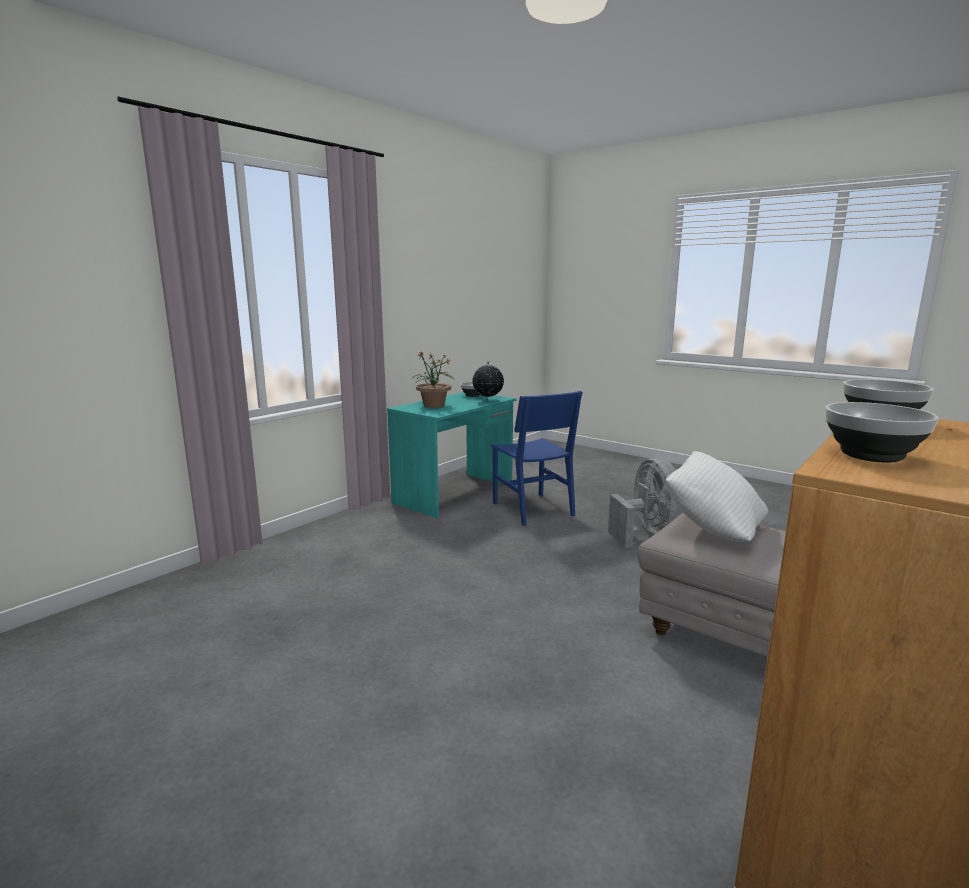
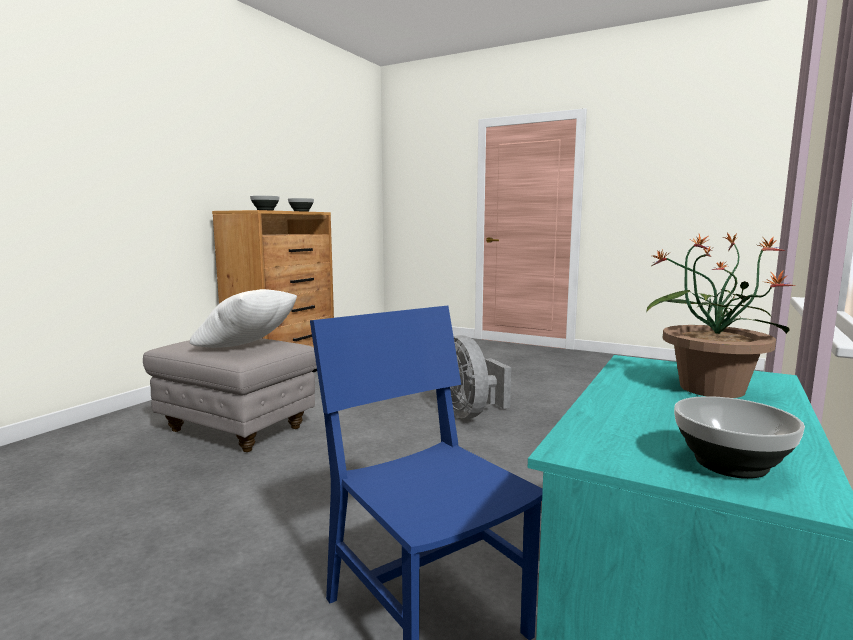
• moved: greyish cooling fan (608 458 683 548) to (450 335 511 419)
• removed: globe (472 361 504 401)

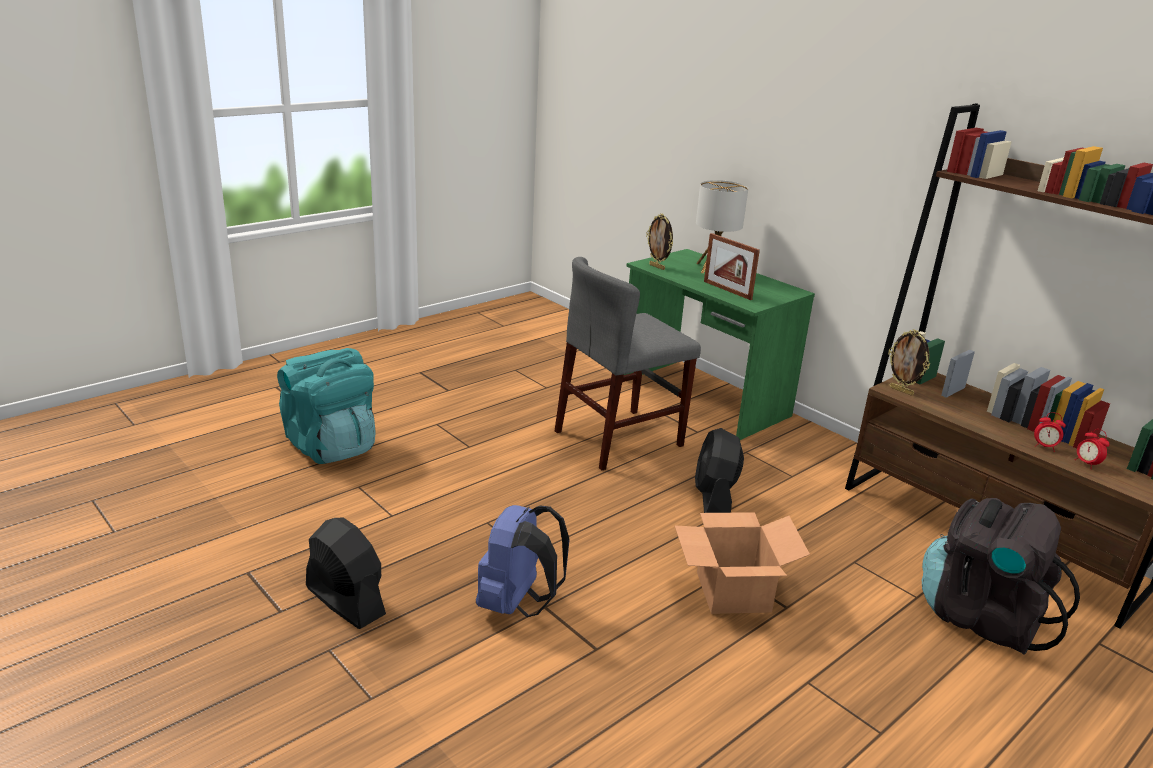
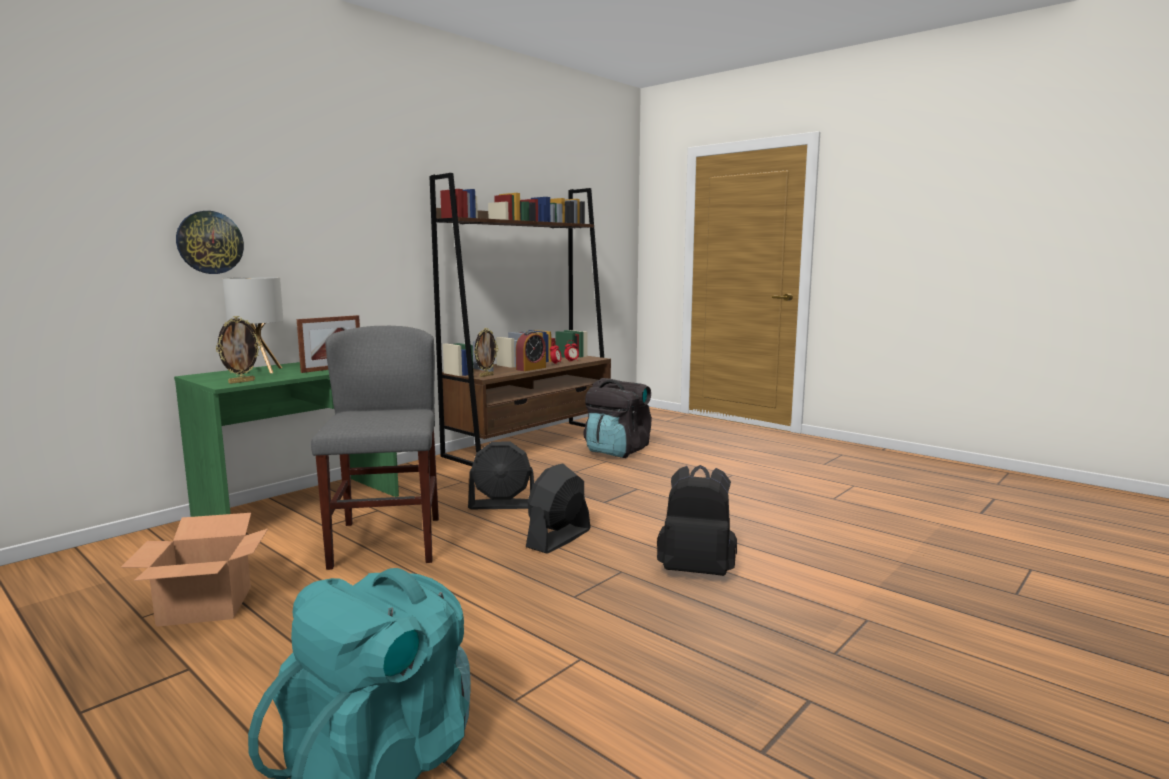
• moved: cardboard box (675 512 810 614) to (121 513 268 627)
• added: wall clock (176 211 244 274)
• turned: greyish chair (555 257 701 471) = (311 326 439 570) 150 degrees counterclockwise
• added: table clock (516 331 546 371)
• moved: black-coloured cooling fan (306 517 386 629) to (526 463 590 554)
• recoloured: blue rucksack (476 505 570 617) to black-coloured rucksack (657 465 737 576)

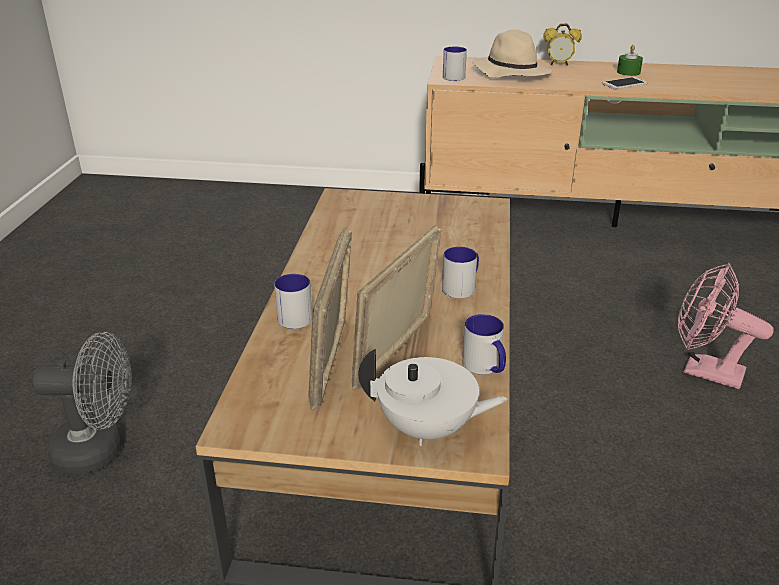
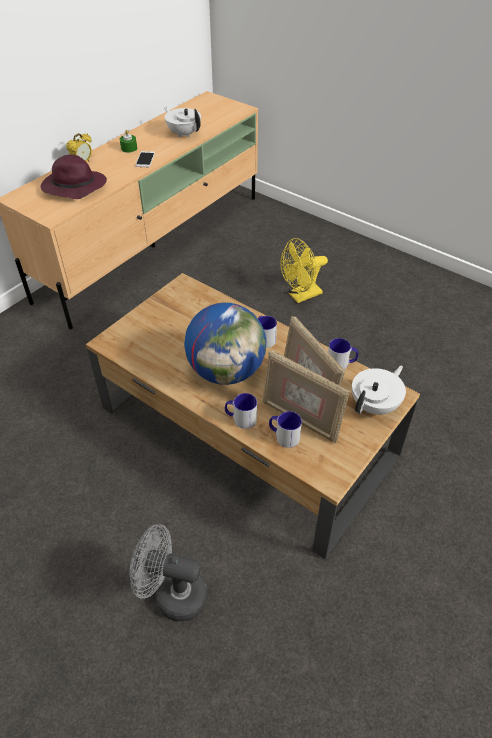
• recoloured: sand-coloured clothing hat (472 29 552 78) to purplish clothing hat (40 154 107 199)
• turned: greyish cooling fan (32 332 132 474) = (130 524 208 622) 105 degrees counterclockwise
• added: whitish teapot (164 107 201 137)
• added: globe (184 303 266 385)
• moved: mug (443 47 467 81) to (269 411 302 448)
• recoloured: pink cooling fan (678 263 774 389) to yellow cooling fan (280 238 328 303)

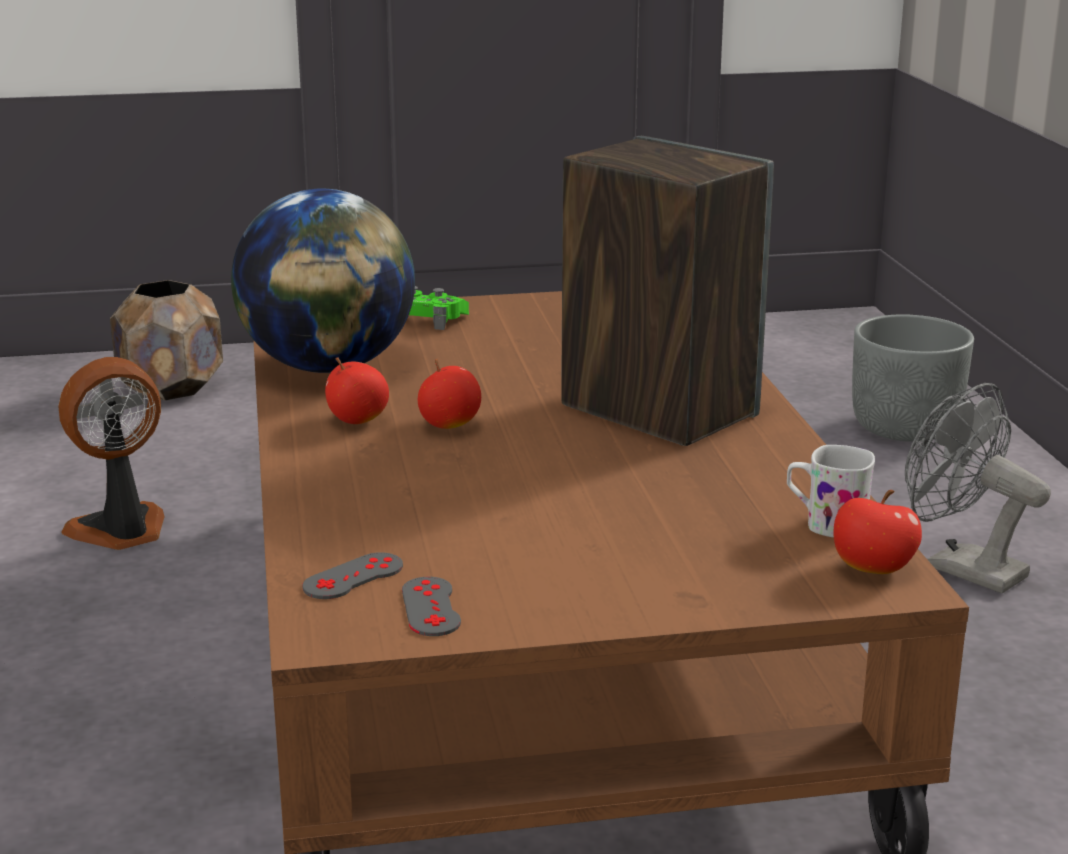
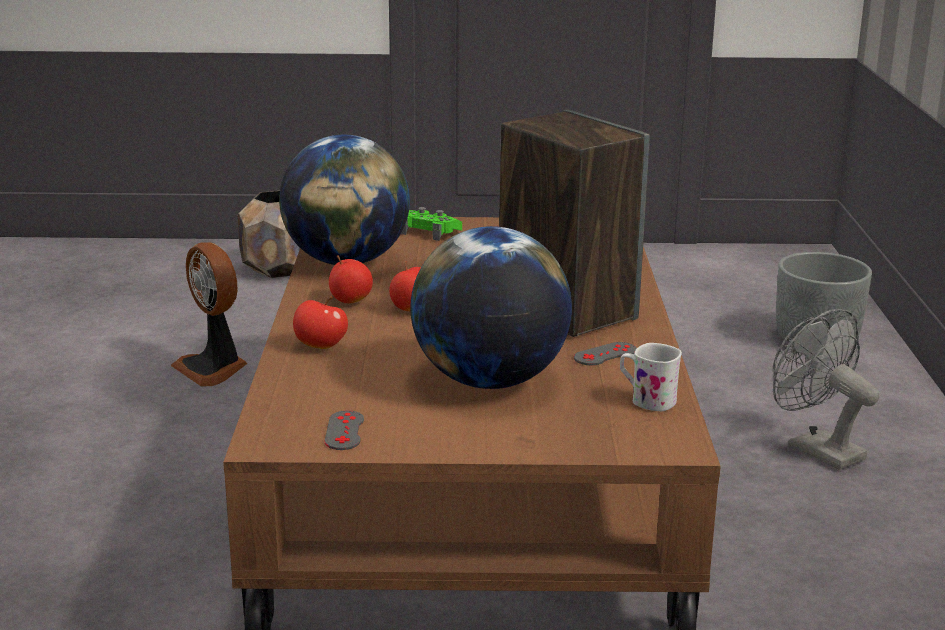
• turned: cooling fan (58 357 165 550) = (171 242 247 387) 105 degrees counterclockwise
• moved: apple (833 490 922 574) to (293 297 348 349)
• added: globe (410 226 572 389)
• moved: greyish gamepad (302 552 403 599) to (574 342 637 365)

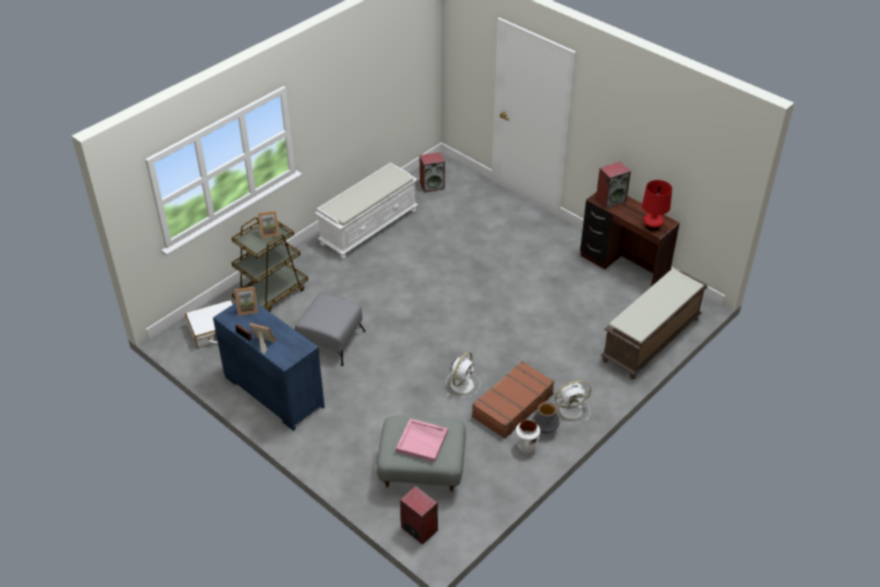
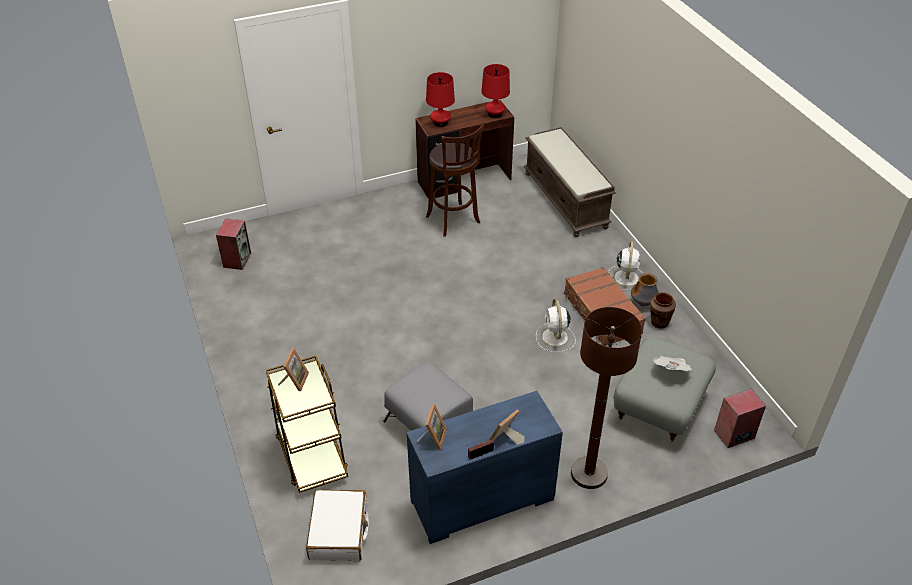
• replaced: speaker (596 161 631 209) to red lamp for a table (426 72 455 127)
• added: brownish stool (426 122 485 237)
• turned: whitish cooling fan (446 352 481 398) = (536 299 576 352) 150 degrees counterclockwise
• added: brownish standing lamp (571 307 642 489)
• recoloured: whitish flower vase (516 420 540 454) to brownish flower vase (650 292 676 329)
• replaced: pink serving tray (396 418 448 462) to daily paper (653 356 693 371)
• removed: whitish bench (315 163 418 259)

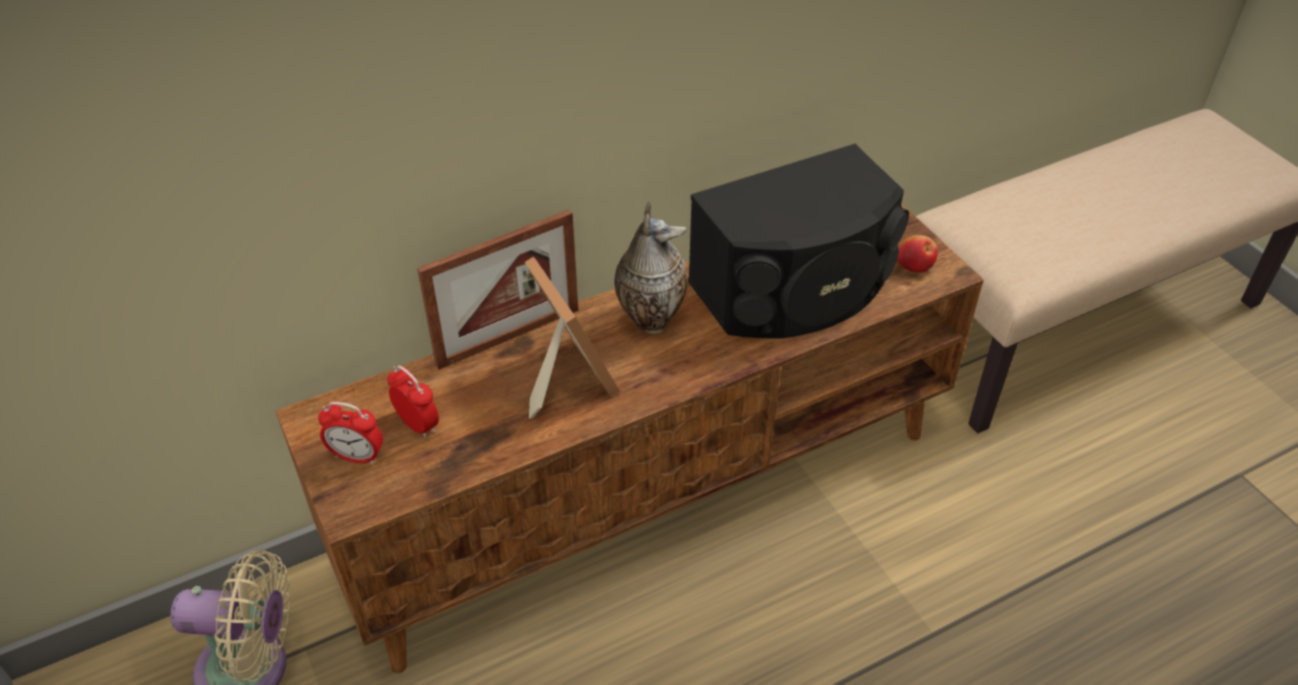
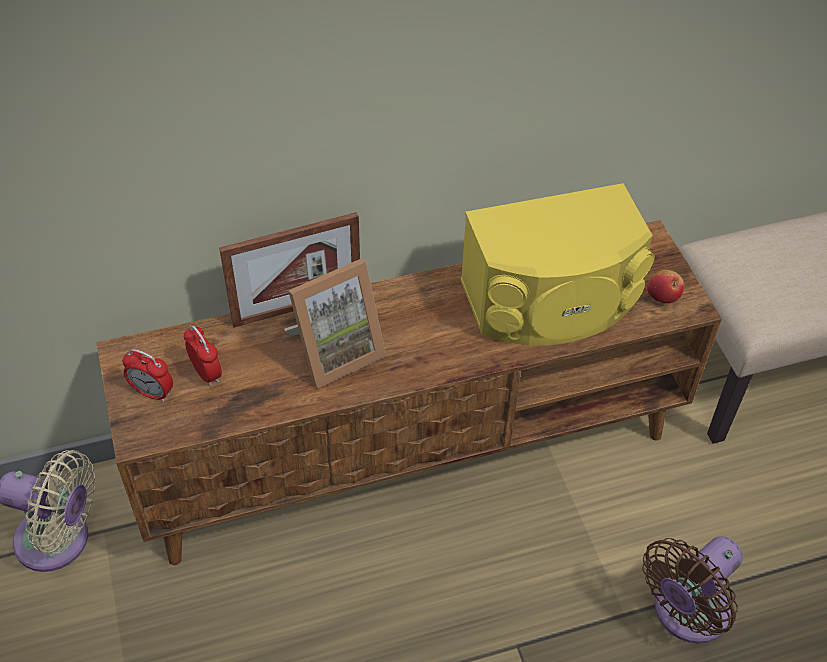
• turned: photo frame (525 256 620 419) = (284 258 386 389) 75 degrees clockwise
• recoloured: black-coloured speaker (688 144 909 338) to yellow speaker (461 183 655 346)
• added: brownish cooling fan (642 536 743 644)
• removed: flower vase (614 201 688 334)

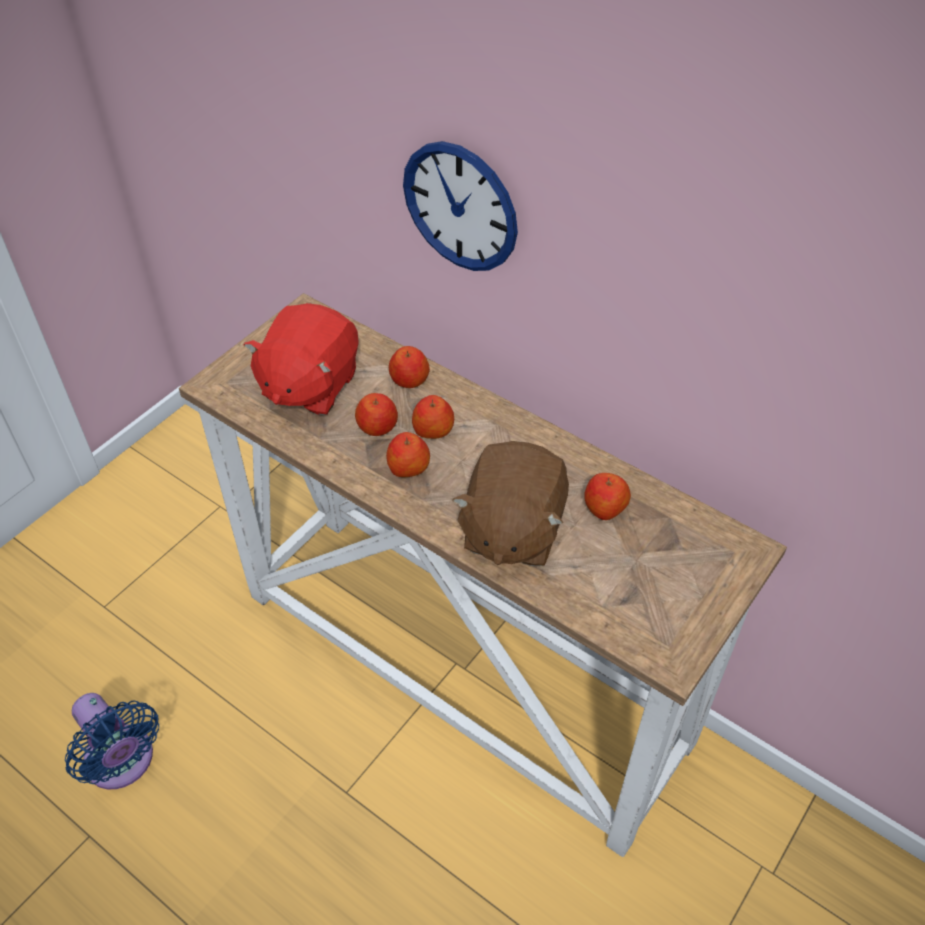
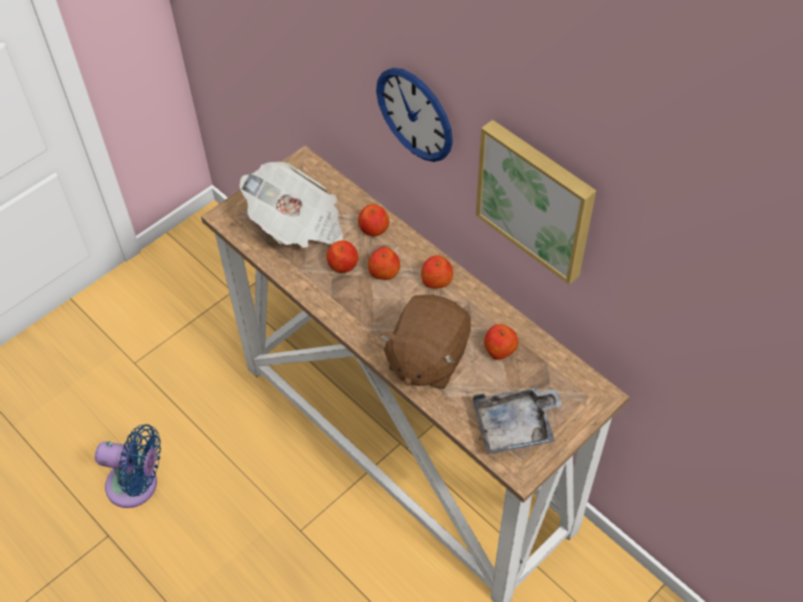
• turned: blue cooling fan (65 693 159 789) = (95 424 161 508) 45 degrees counterclockwise
• replaced: red soft toy (244 303 359 415) to daily paper (239 162 343 248)
• moved: apple (386 432 430 477) to (421 255 453 288)
• added: greyish serving tray (473 387 563 454)
• added: wall picture (476 120 596 285)

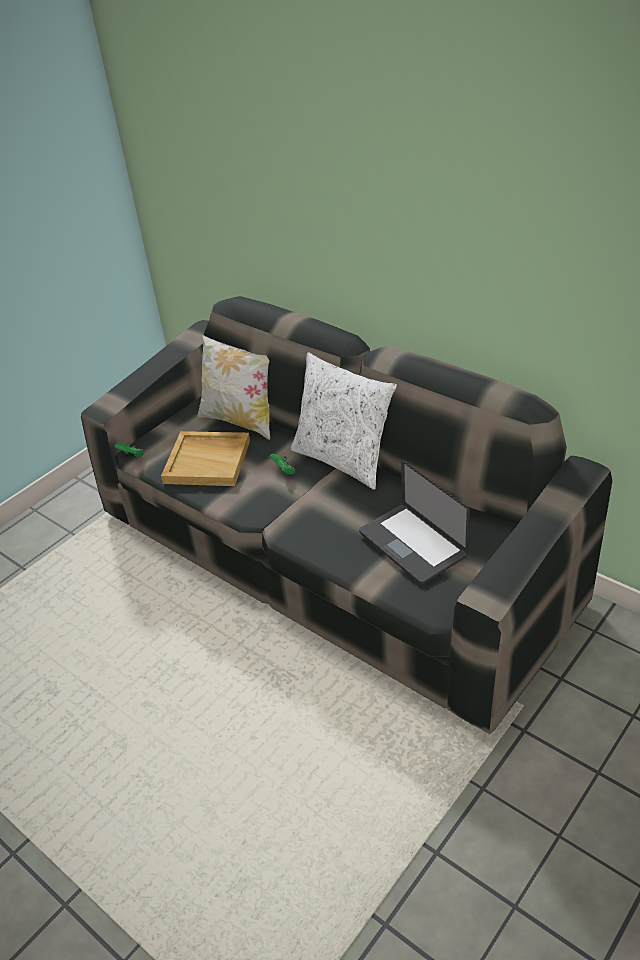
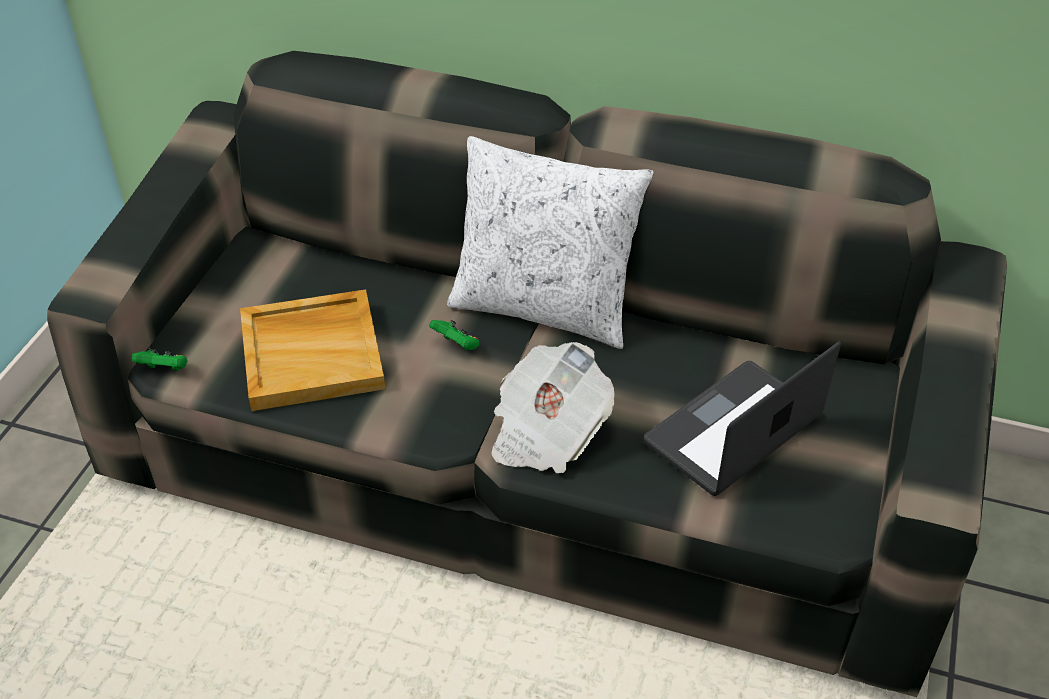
• added: daily paper (492 342 615 473)
• turned: portable computer (359 460 470 584) = (644 341 841 496) 105 degrees clockwise
• removed: cushion (198 335 270 440)

